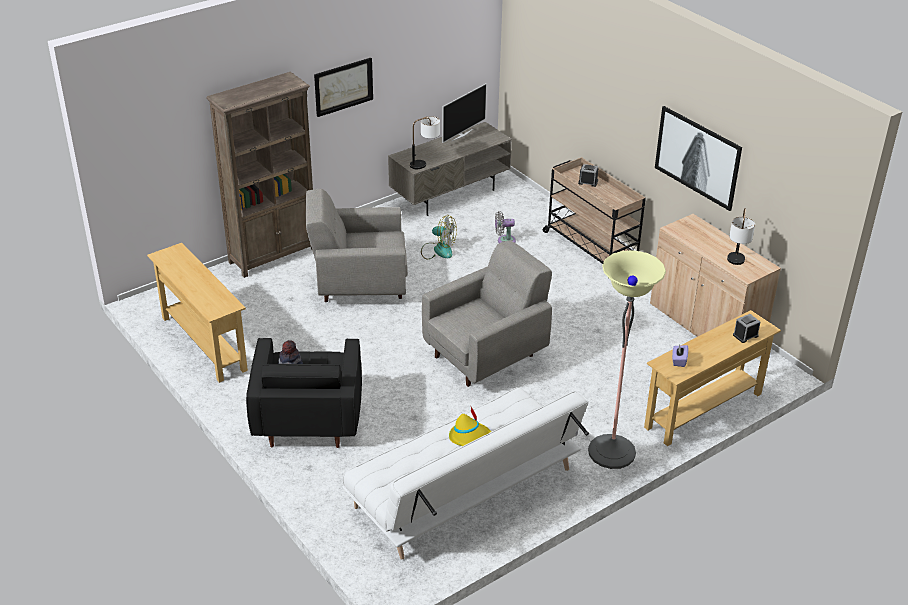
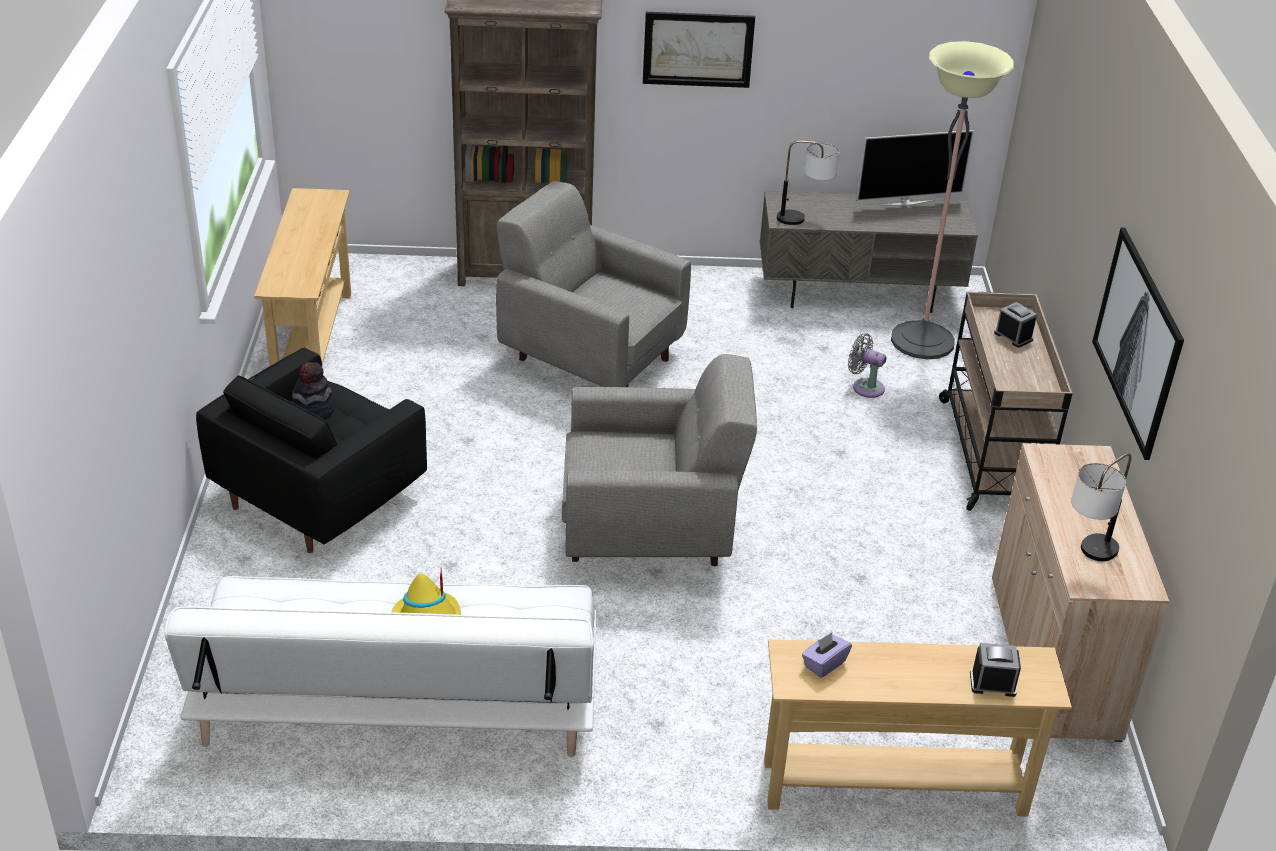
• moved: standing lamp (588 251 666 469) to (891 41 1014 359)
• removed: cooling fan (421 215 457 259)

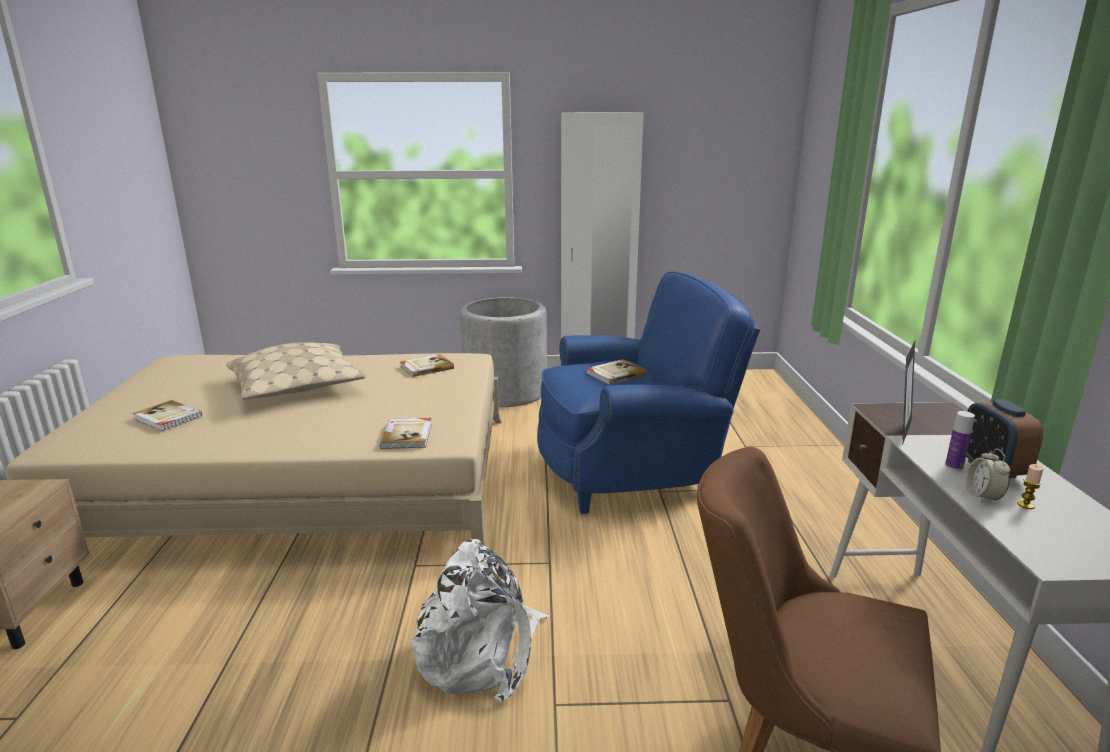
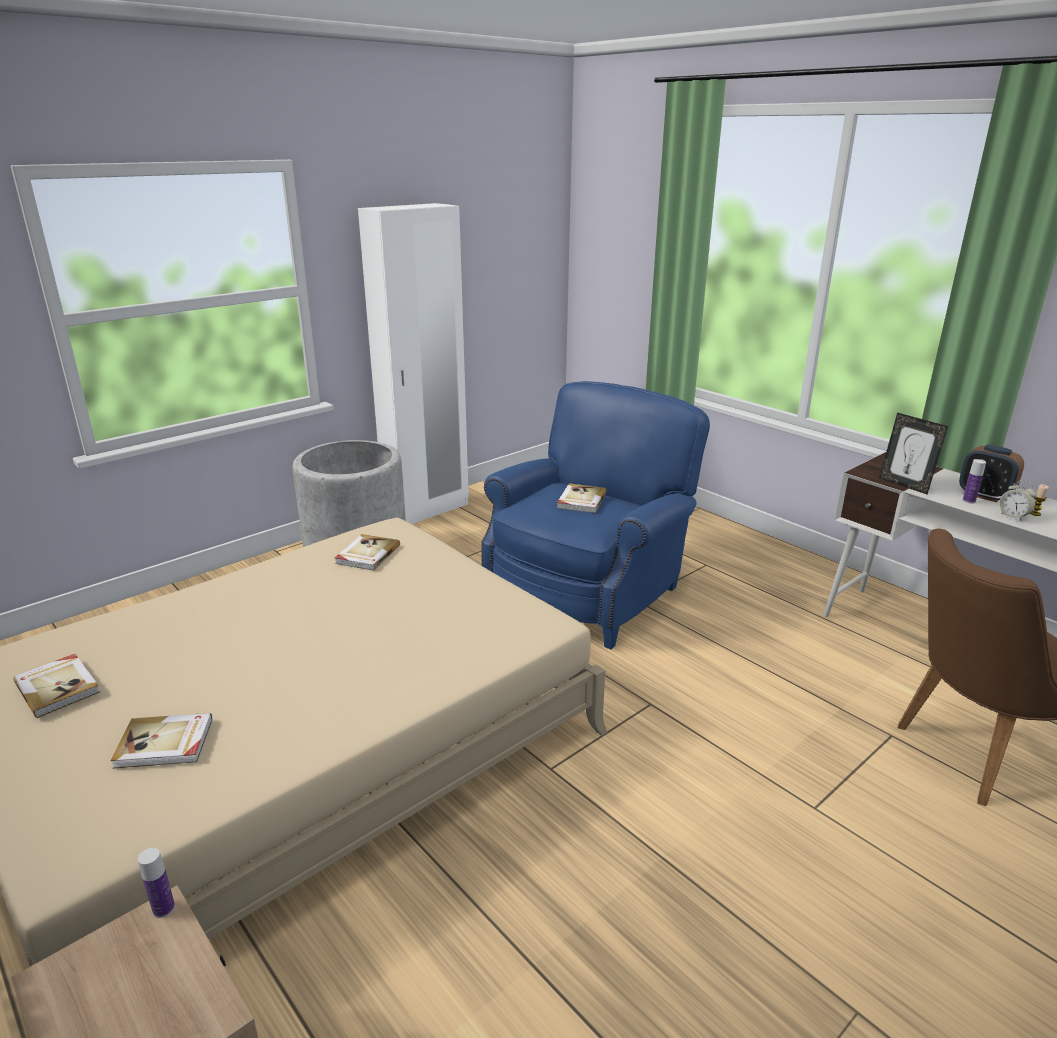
• moved: bound book (380 418 432 449) to (13 654 100 718)
• added: bottle (138 848 175 918)
• turned: photo frame (903 341 915 443) = (879 413 948 494) 150 degrees clockwise
• removed: sand-coloured cushion (226 342 366 400)
• removed: whitish rucksack (412 539 549 703)

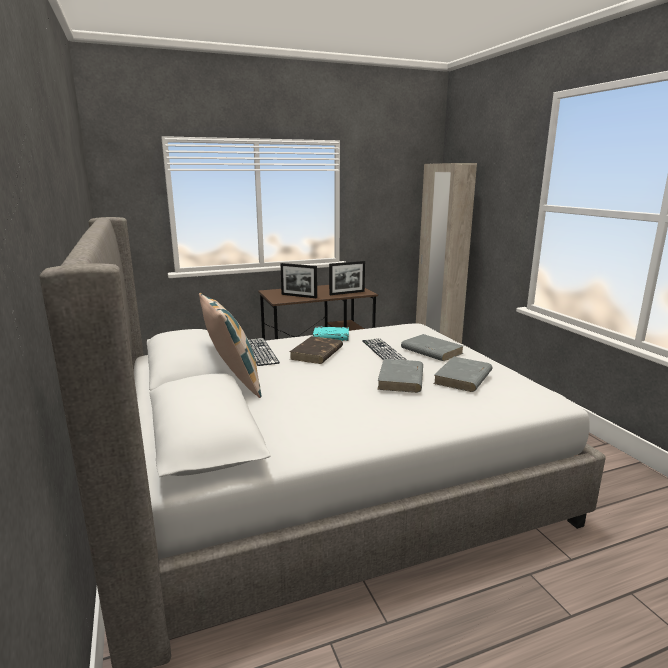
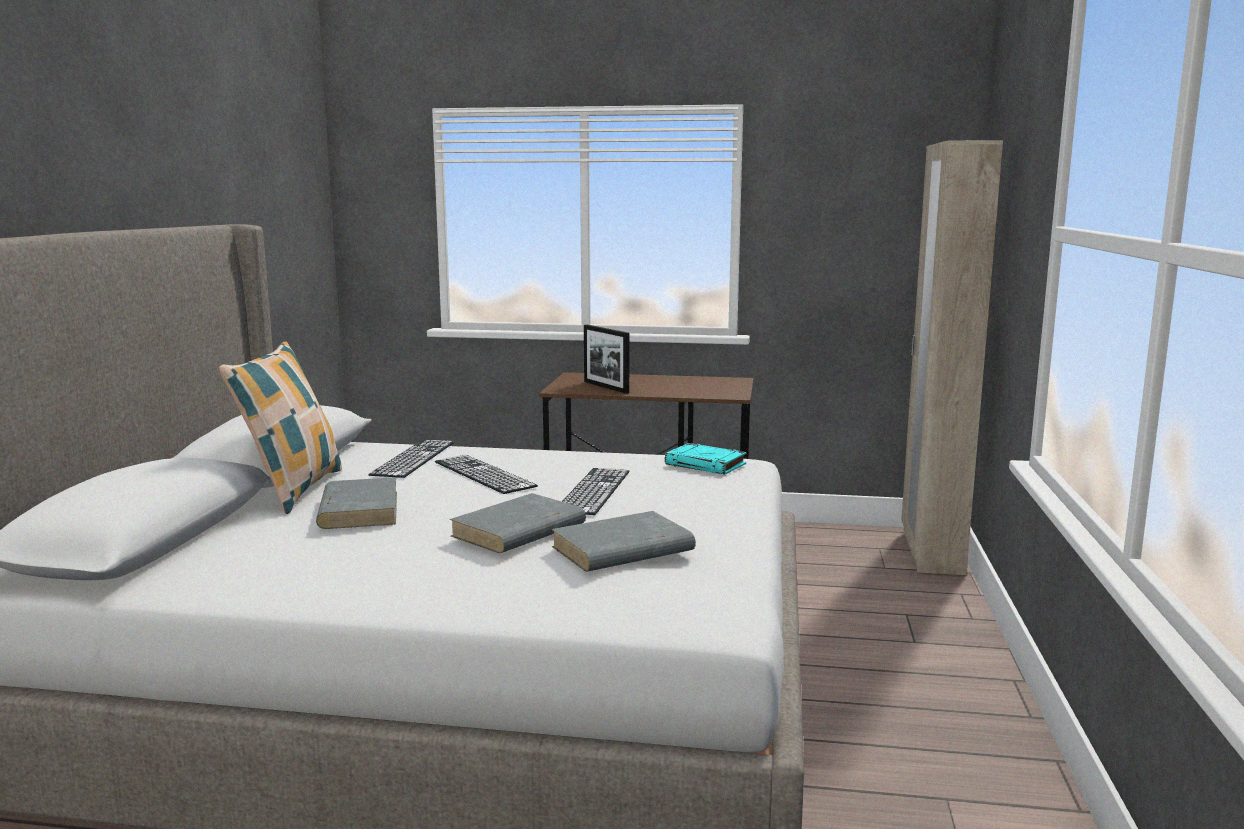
• moved: greyish bound book (401 334 464 361) to (316 477 397 529)
• replaced: brownish bound book (290 336 343 364) to PC keyboard (435 455 538 494)
• moved: turquoise-coloured bound book (313 327 349 341) to (665 443 747 474)
• removed: photo frame (329 261 365 295)

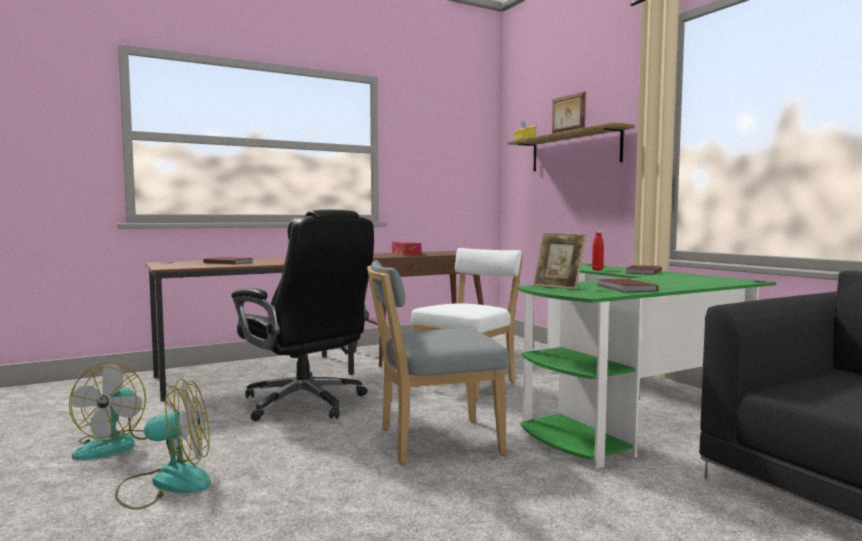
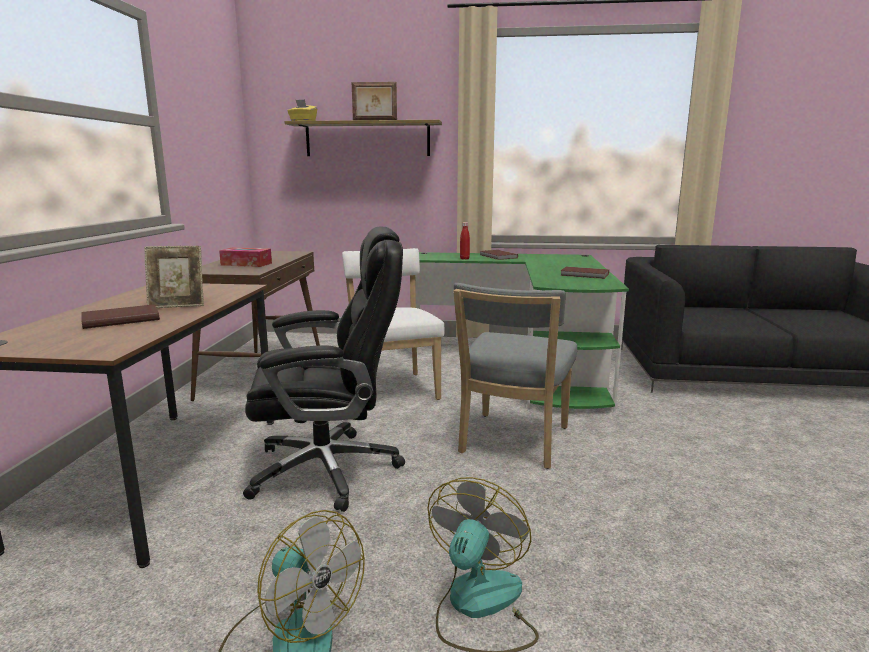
• moved: photo frame (533 233 586 290) to (144 246 204 308)

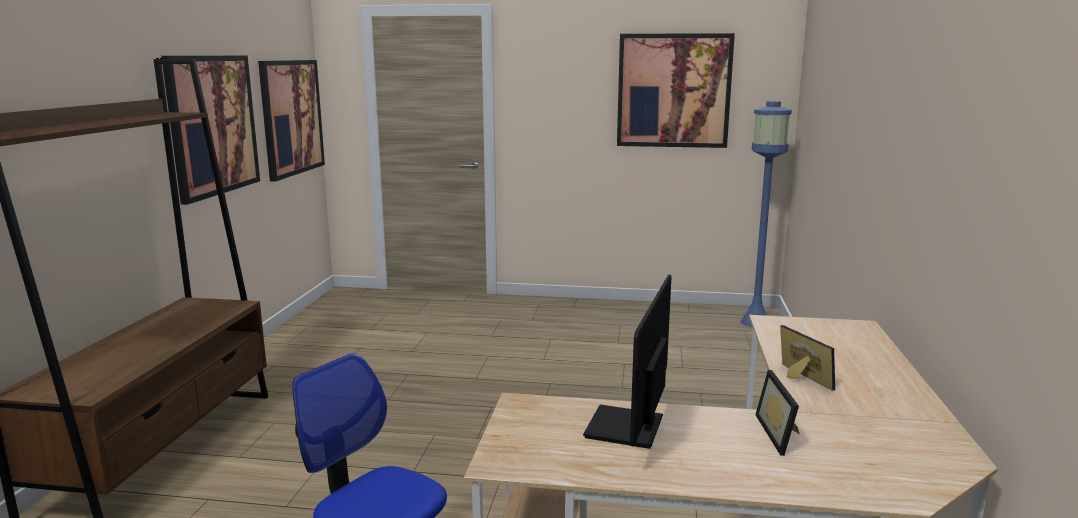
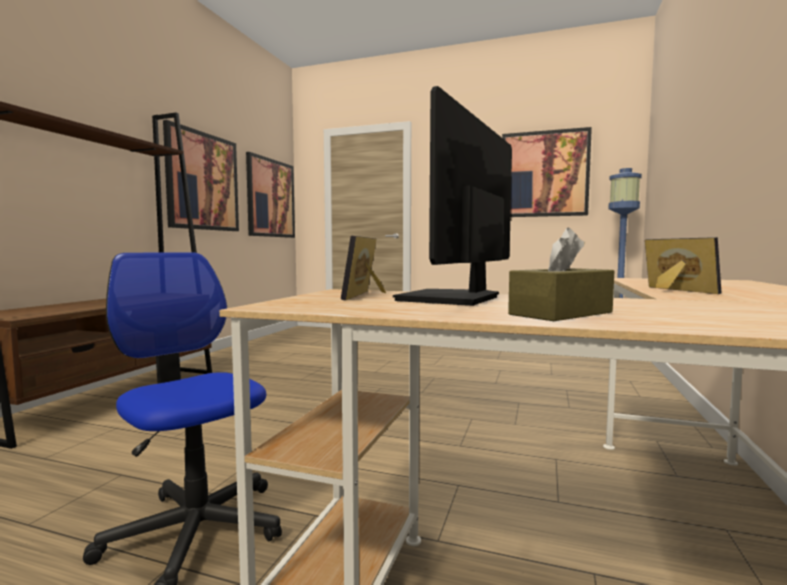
• moved: photo frame (755 370 800 456) to (341 236 386 301)
• added: brownish box of tissues (508 227 614 321)

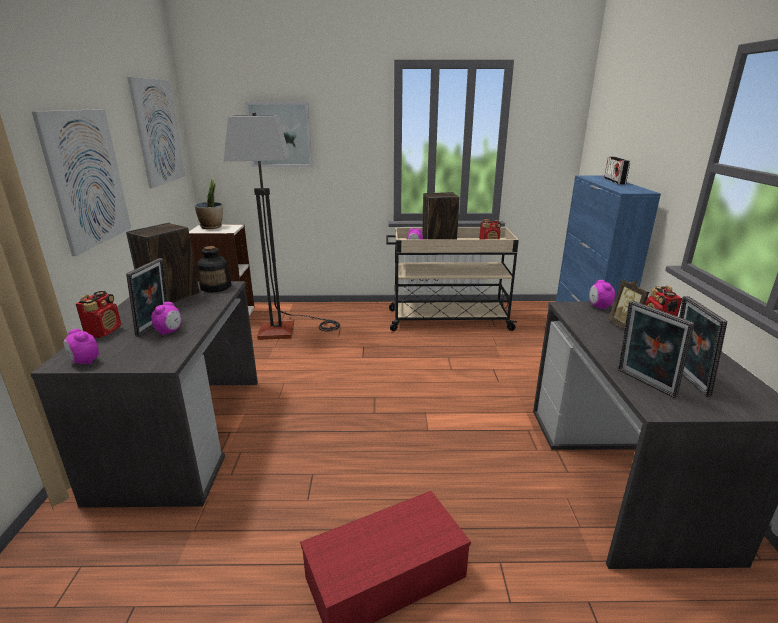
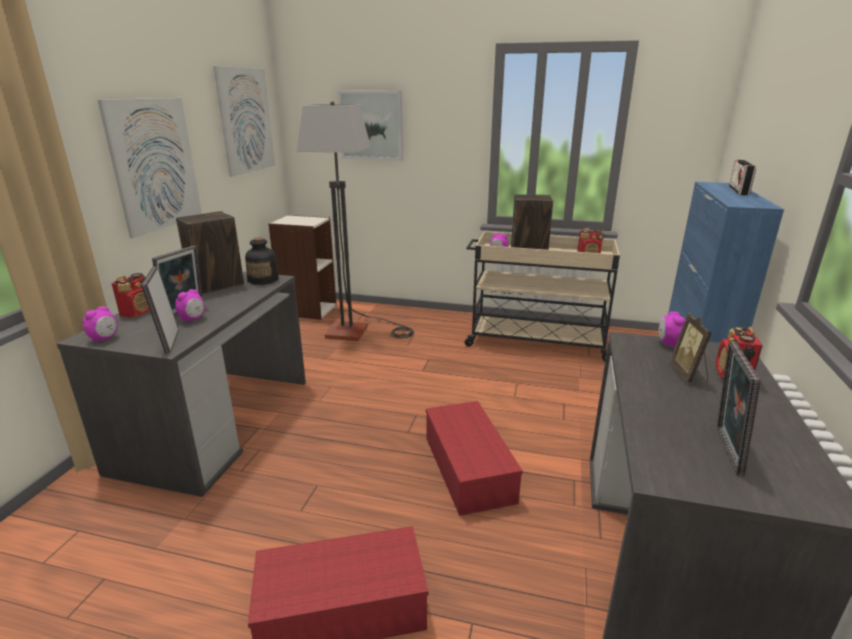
• turned: table clock (64 329 99 365) = (83 306 118 343) 120 degrees counterclockwise
• moved: photo frame (618 300 694 398) to (141 266 179 354)
• added: red storage box (426 401 523 516)
• removed: plant in a pot (195 177 223 229)

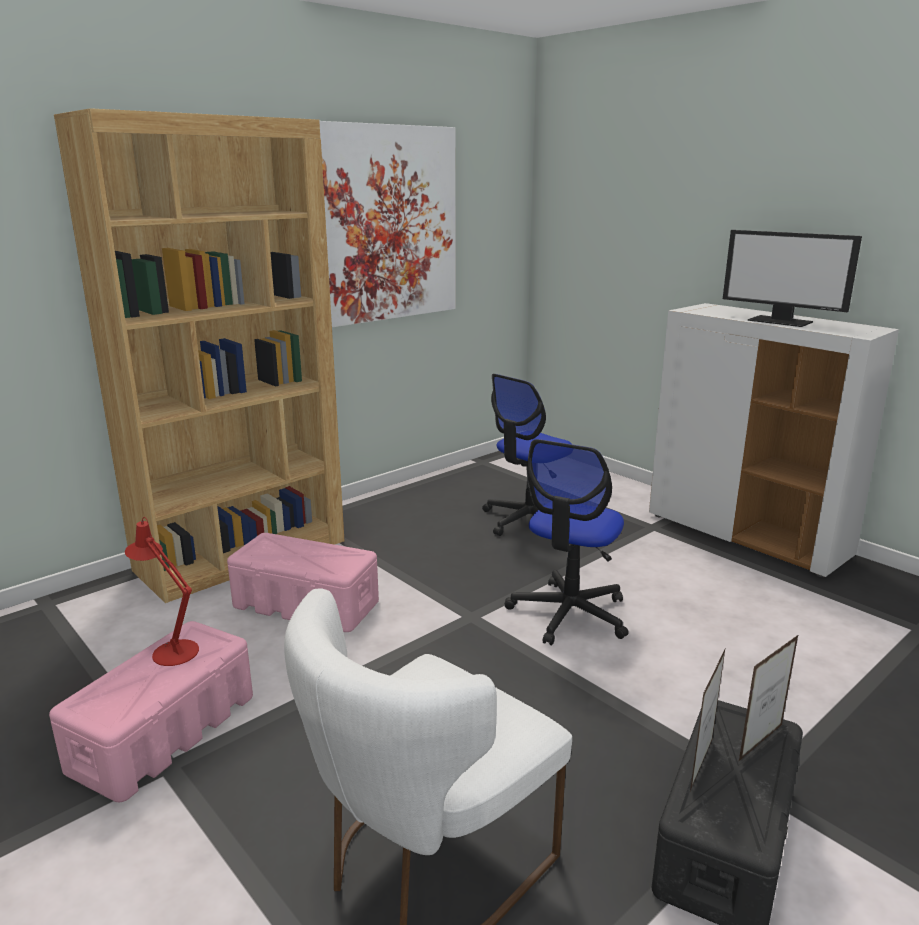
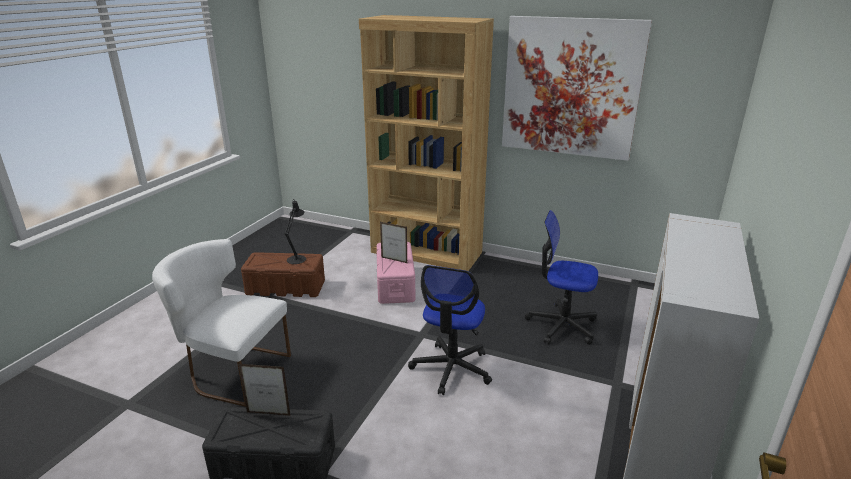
• recoloured: pink storage box (49 621 253 802) to brownish storage box (241 252 325 297)
• recoloured: red lamp for a table (125 517 199 666) to black-coloured lamp for a table (285 200 306 264)
• moved: photo frame (739 634 799 761) to (380 222 407 263)
• turned: office chair (504 439 629 645) = (408 265 492 395) 75 degrees counterclockwise
• removed: computer display (723 230 862 327)

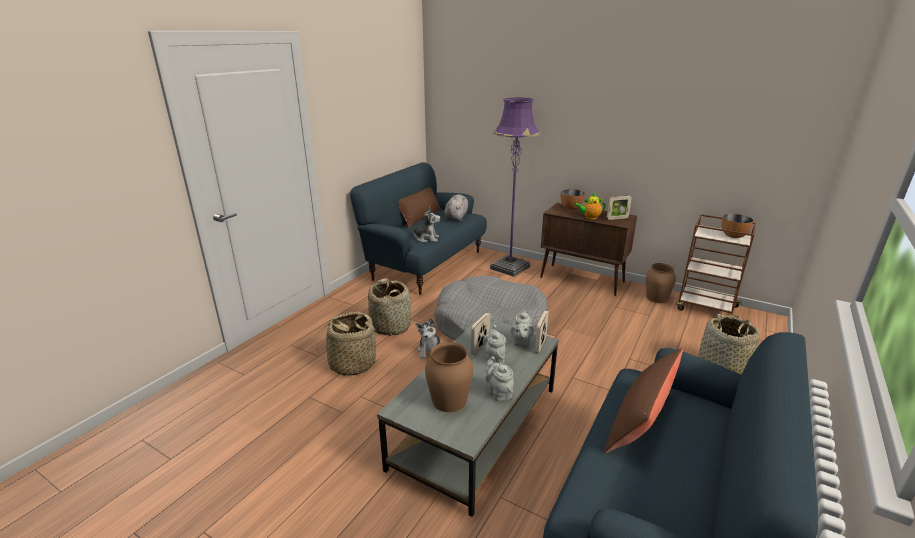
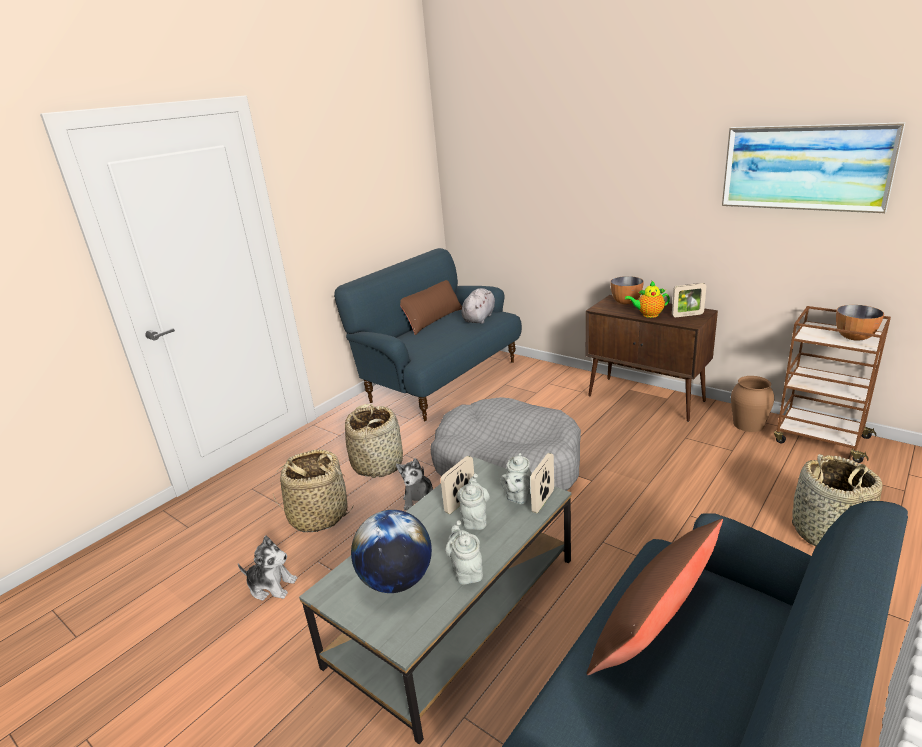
• moved: soft toy (409 207 440 243) to (238 535 297 601)
• replaced: brownish flower vase (425 342 473 412) to globe (351 510 432 593)
• added: wall picture (722 122 905 213)
• removed: purplish standing lamp (490 98 540 277)

